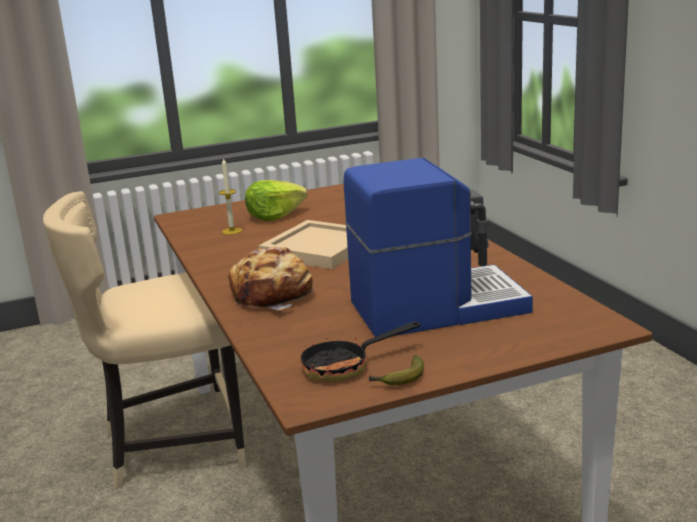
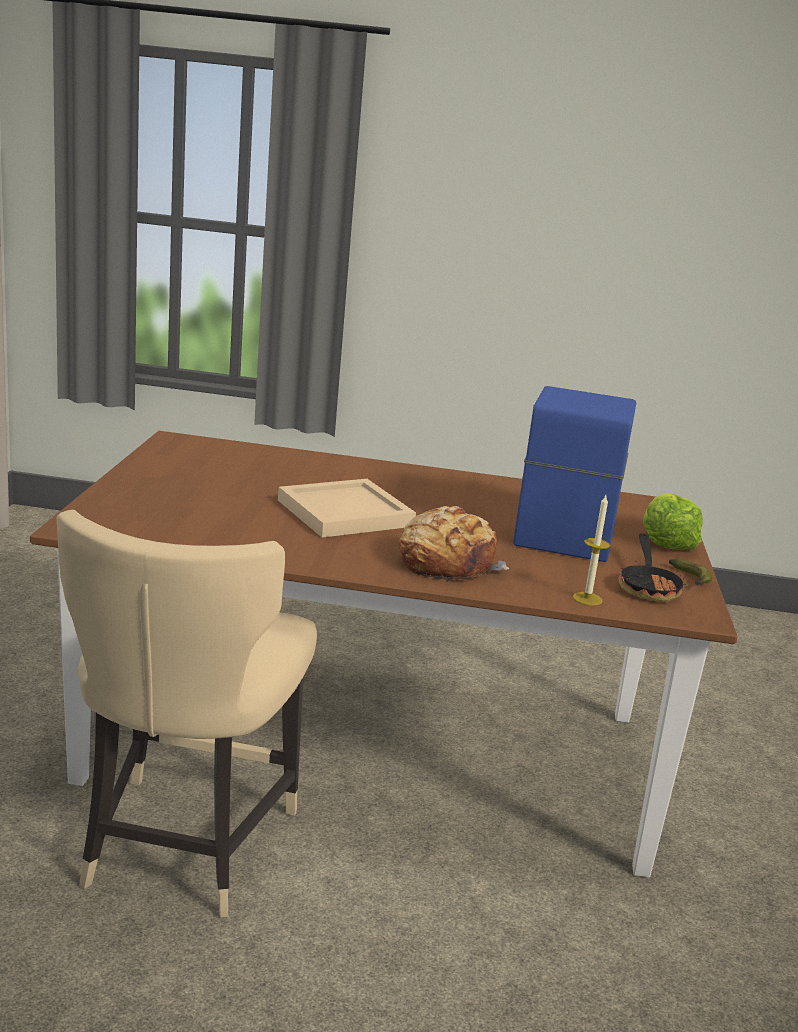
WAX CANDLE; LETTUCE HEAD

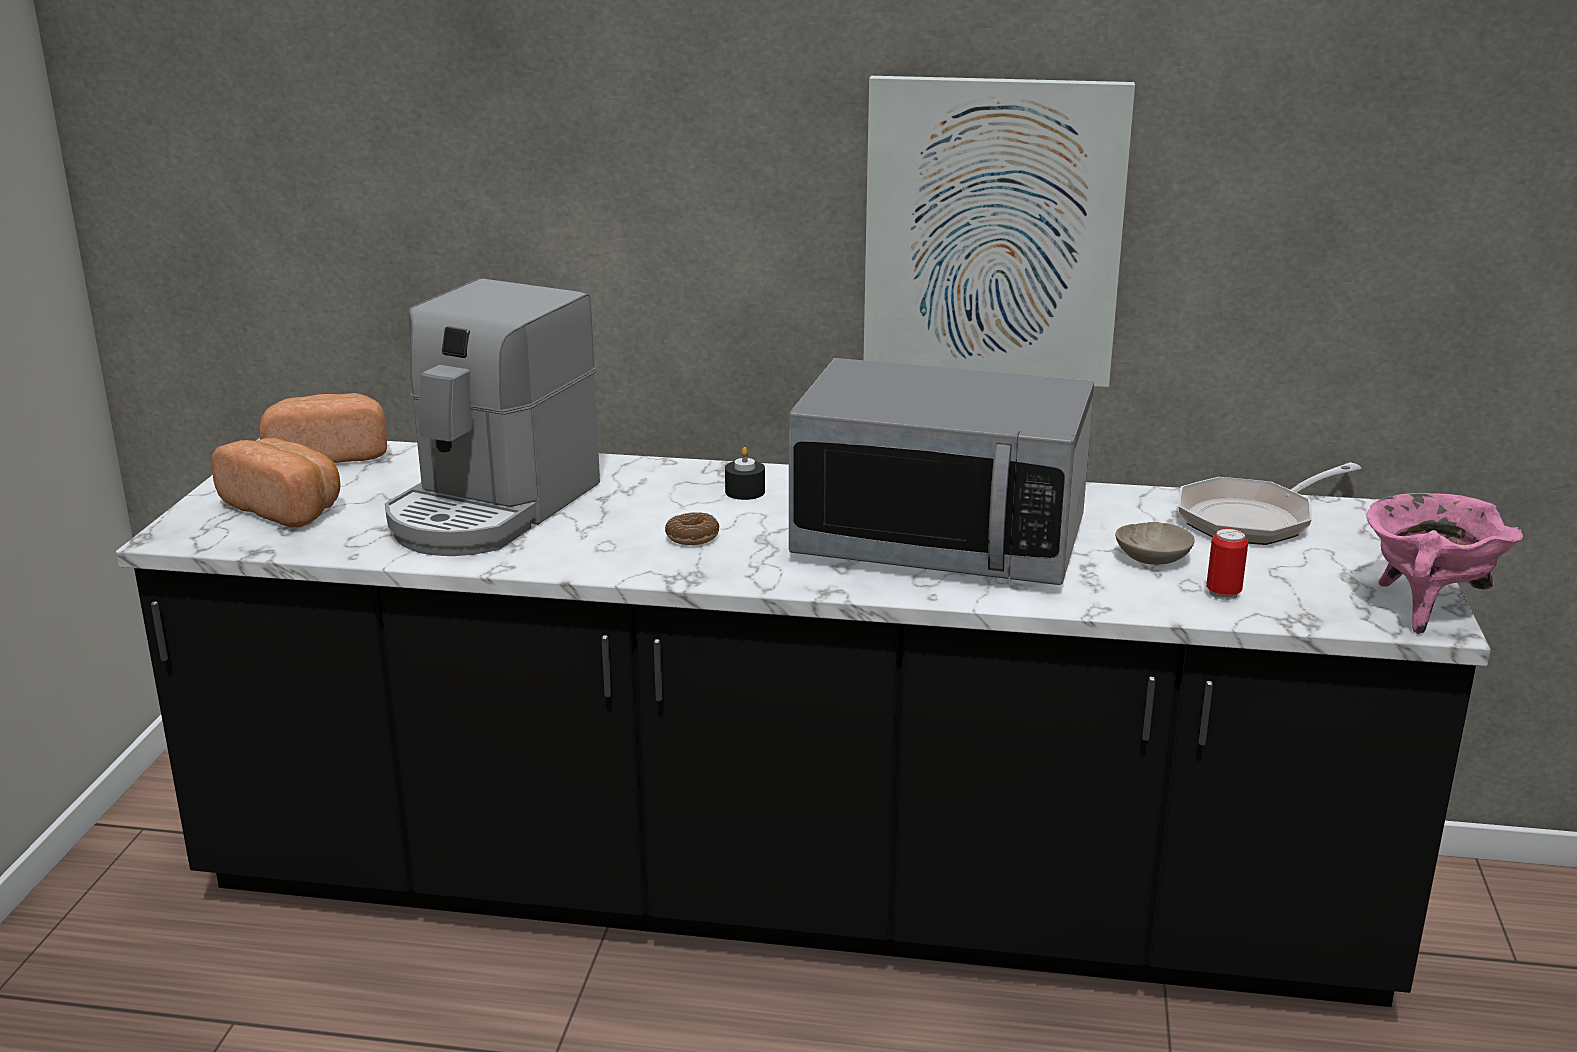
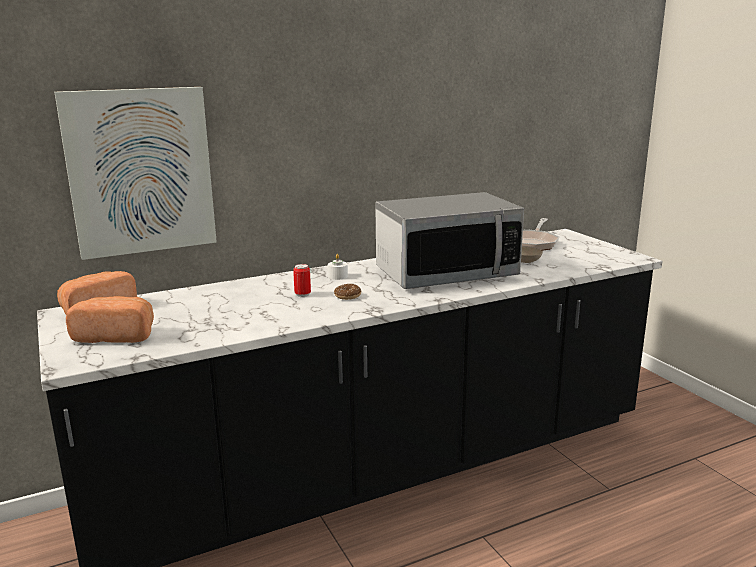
WALL ART; METAL CAN; WHITISH WAX CANDLE; COFFEE MACHINE; PINK-COLOURED STOCKPOT

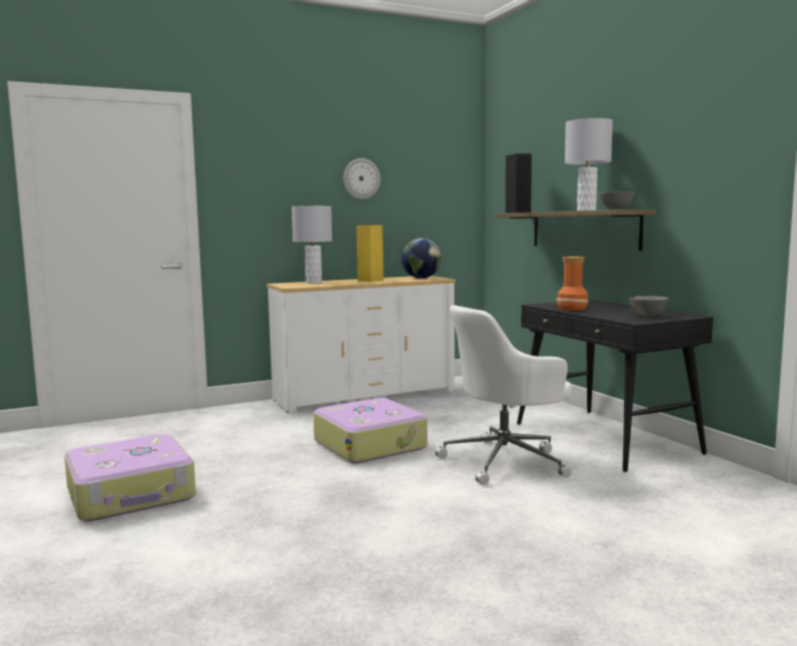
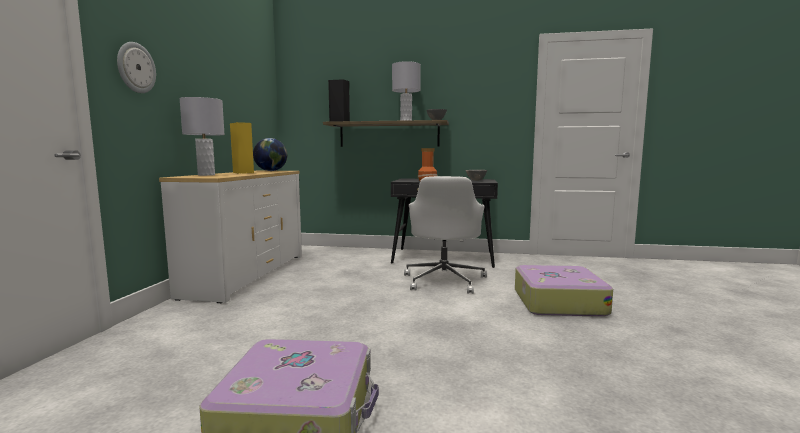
HANGING CLOCK; PIECE OF LUGGAGE (no. 2 from left)

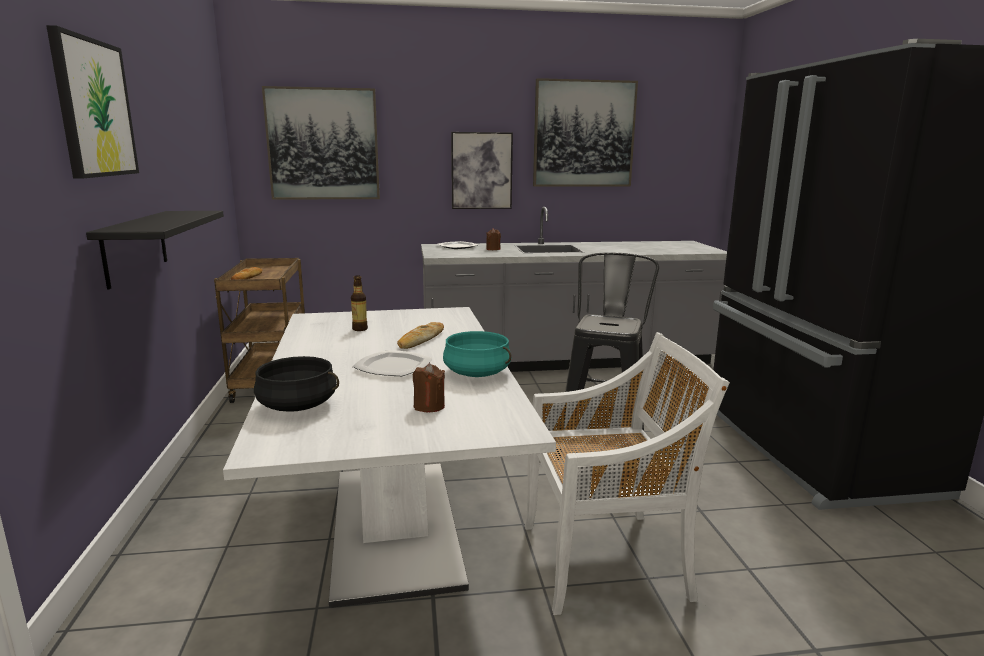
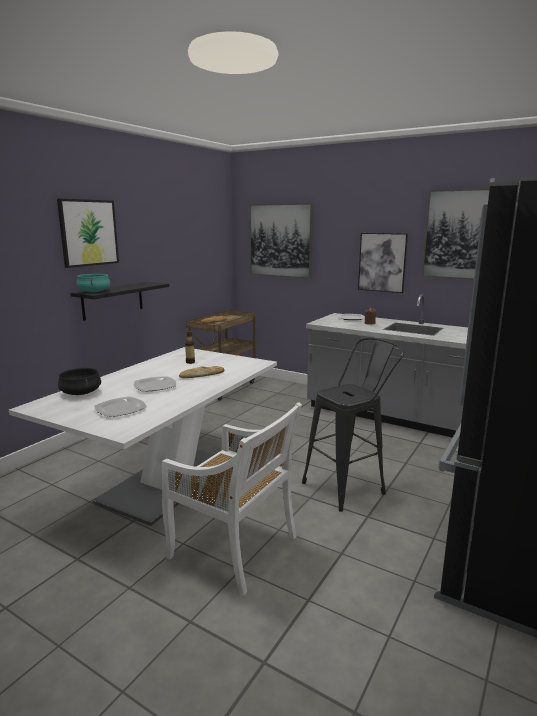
TURQUOISE STOCKPOT; DINNER PLATE (no. 1 from left)

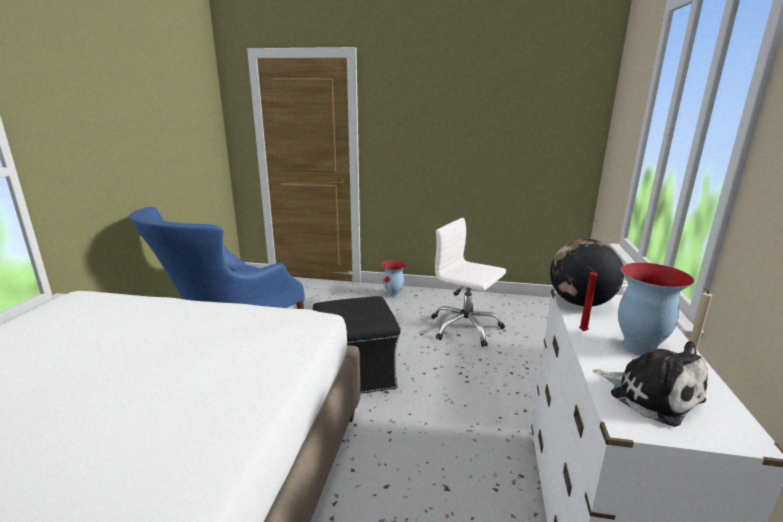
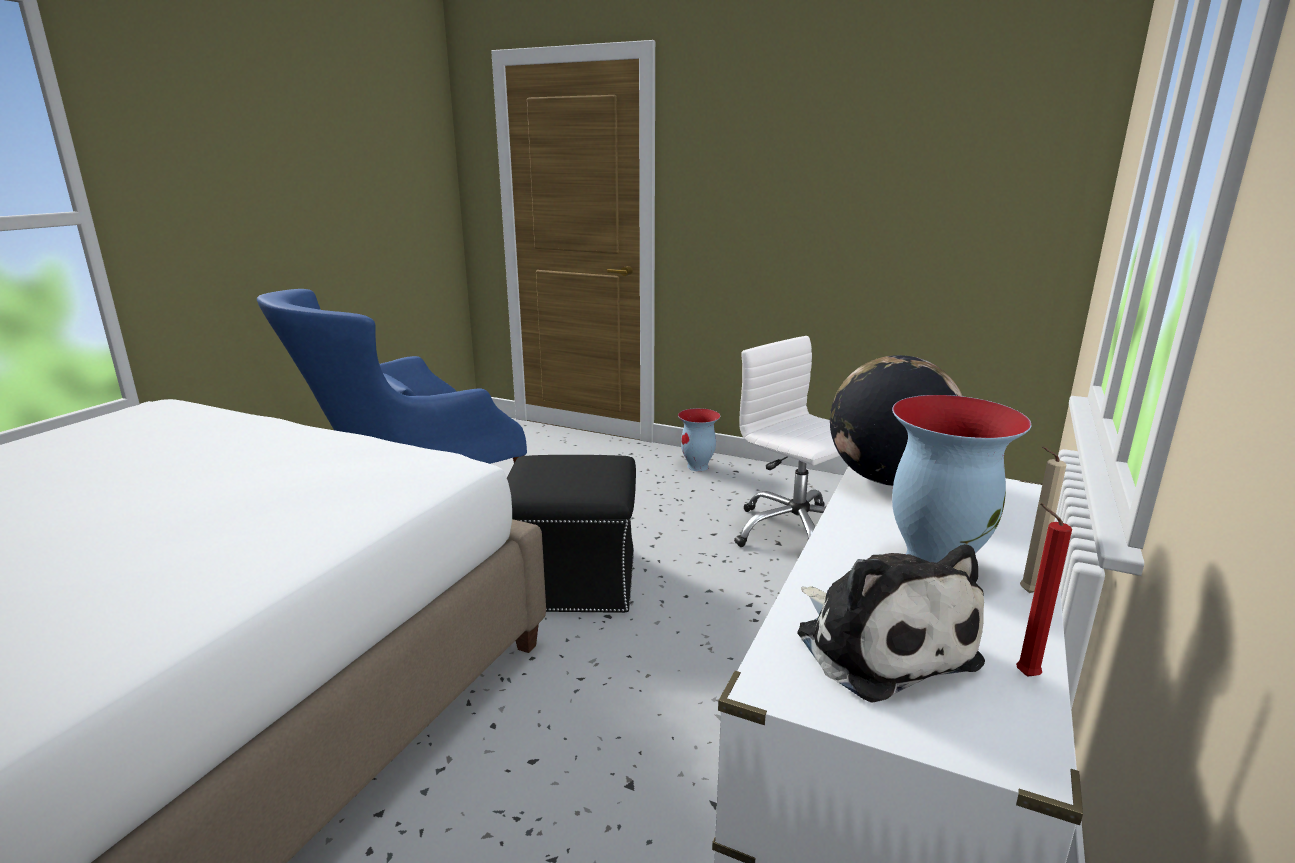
RED WAX CANDLE

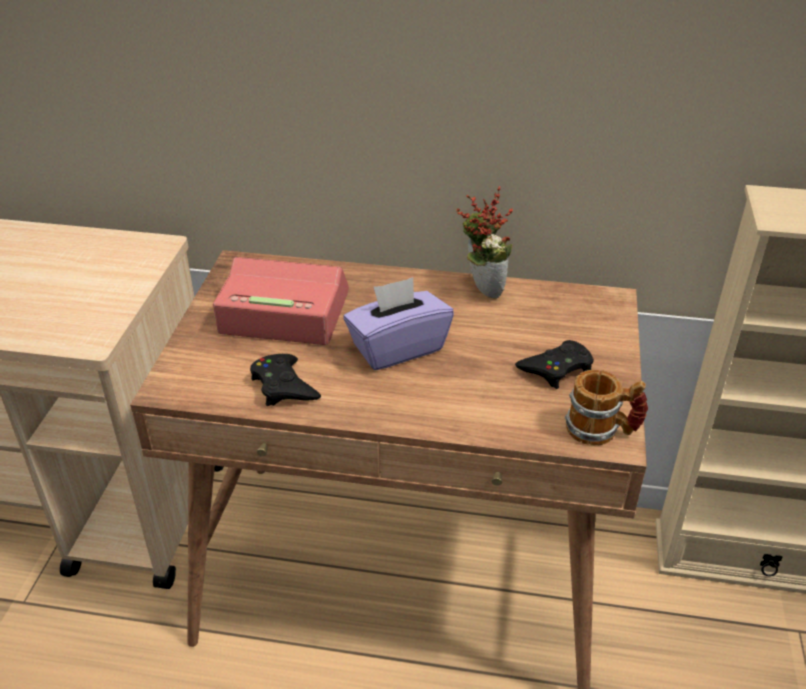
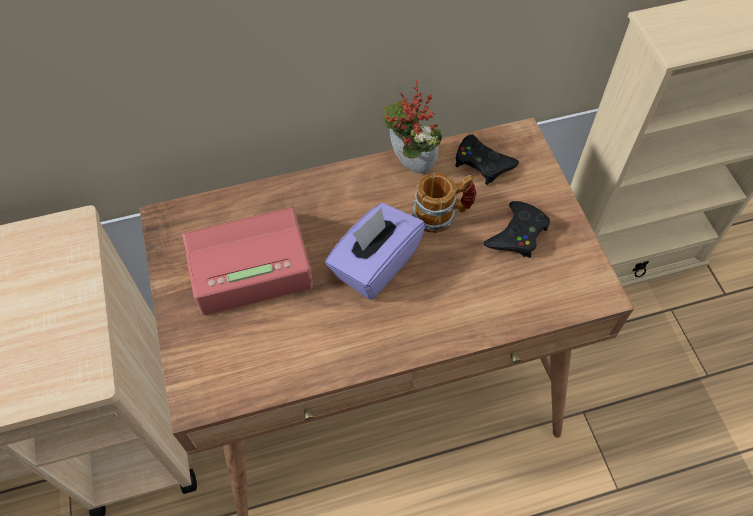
MUG; BLACK-COLOURED GAME CONTROLLER (no. 1 from left)

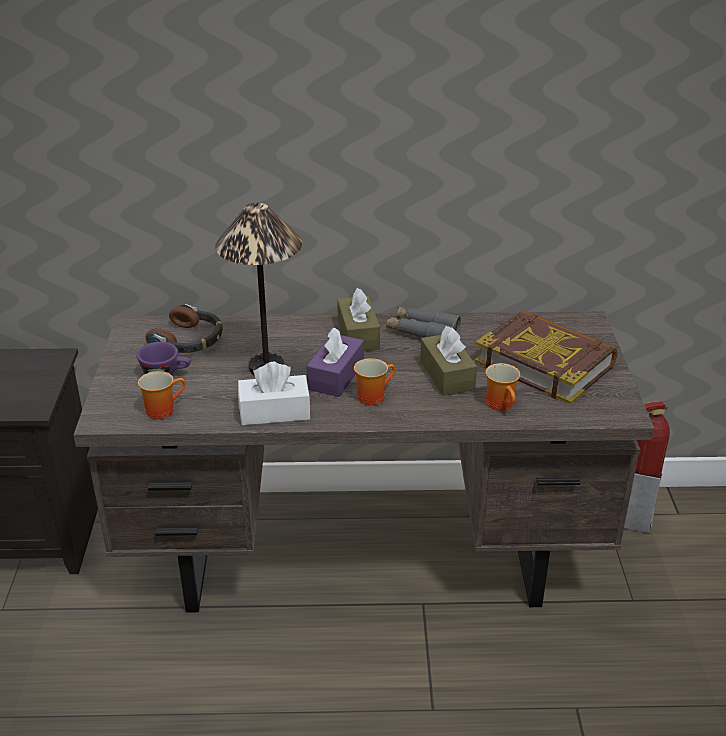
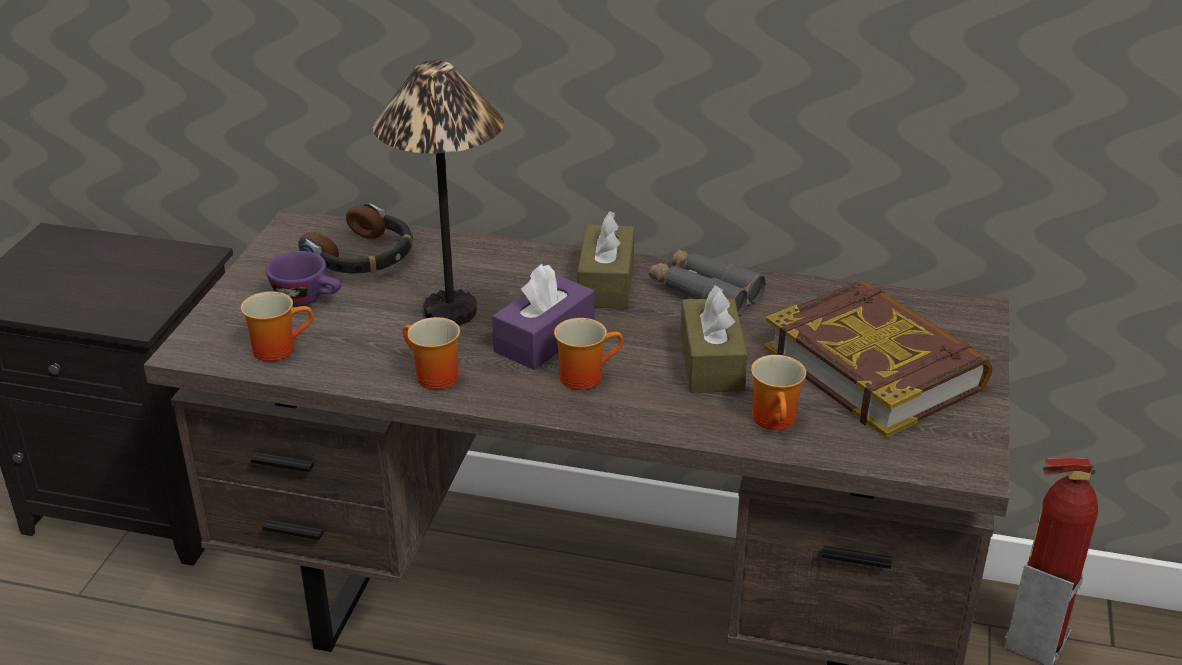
MUG (no. 2 from left)

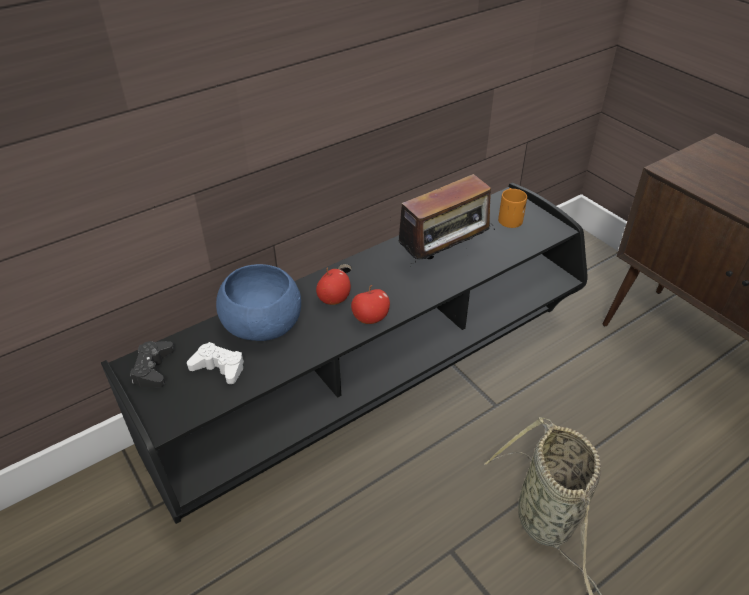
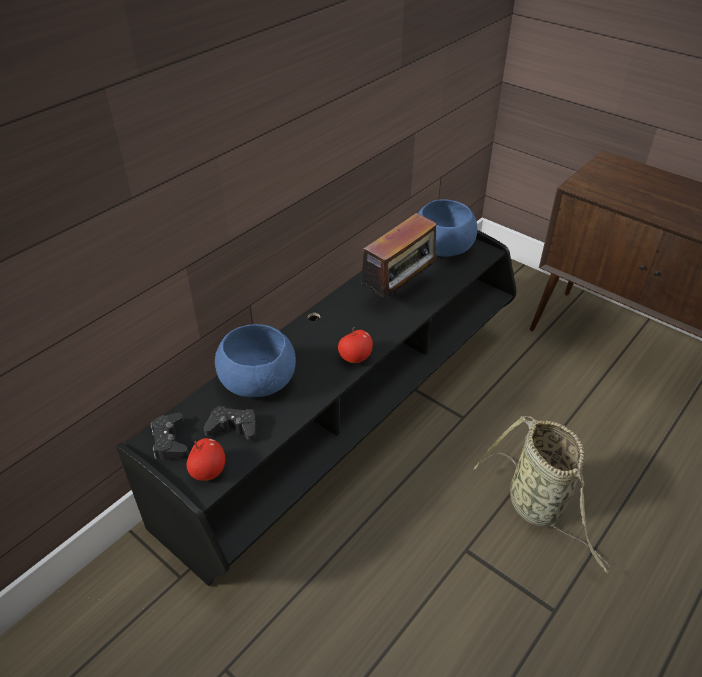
APPLE (no. 1 from left); BLACK-COLOURED GAME CONTROLLER (no. 2 from left); BLUE BOWL (no. 2 from left)

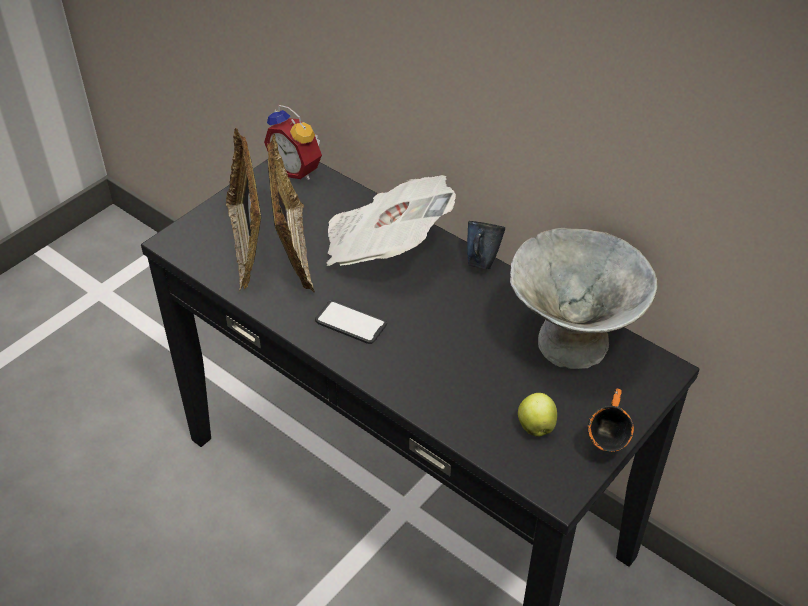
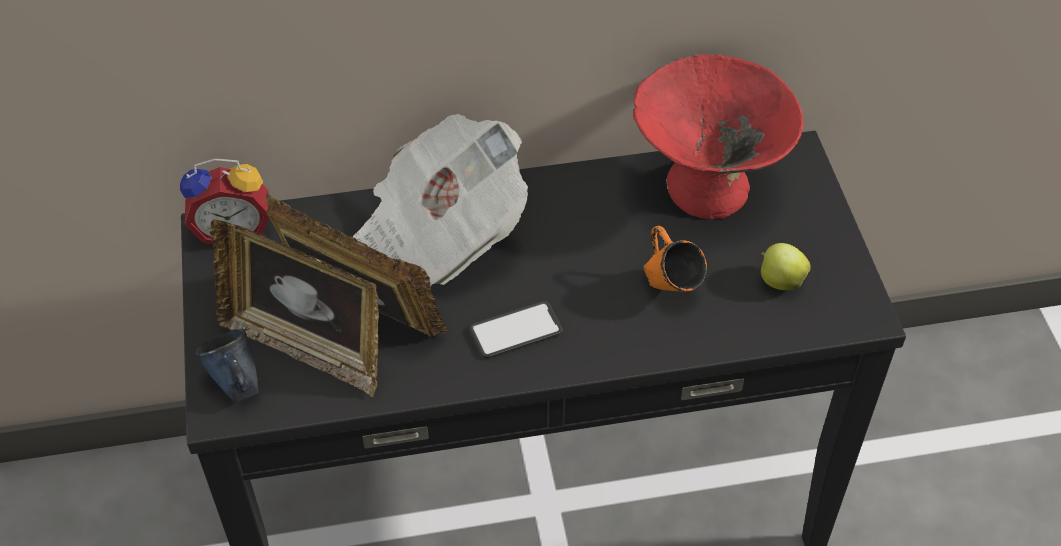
BLUE MUG; RED BOWL; ORANGE-COLOURED MUG

